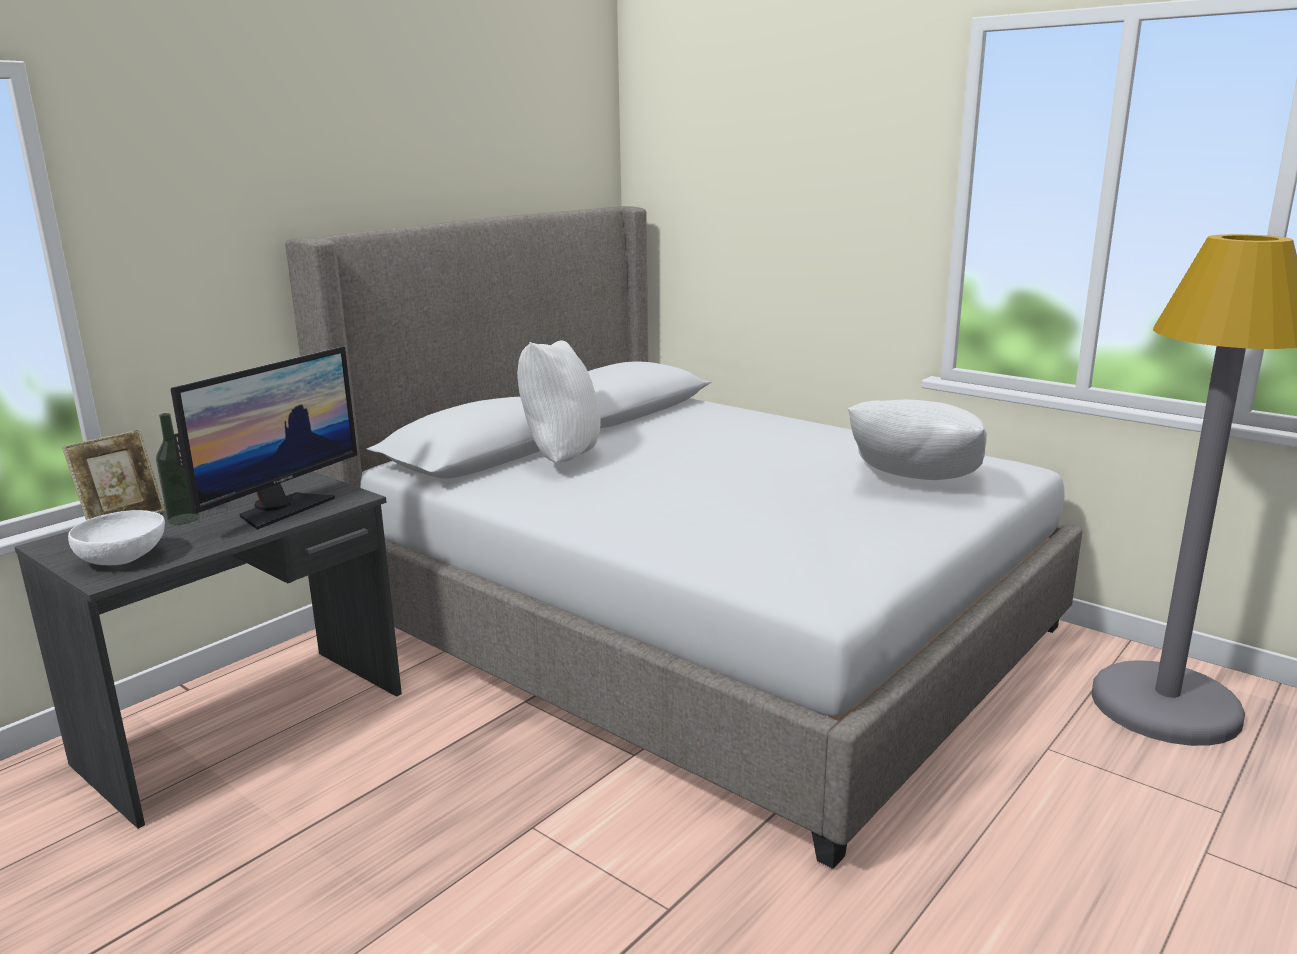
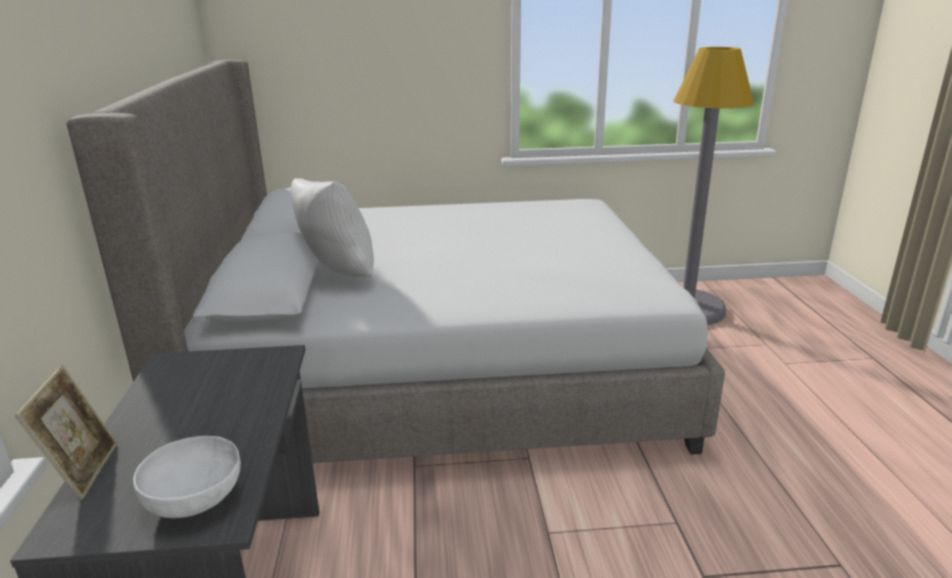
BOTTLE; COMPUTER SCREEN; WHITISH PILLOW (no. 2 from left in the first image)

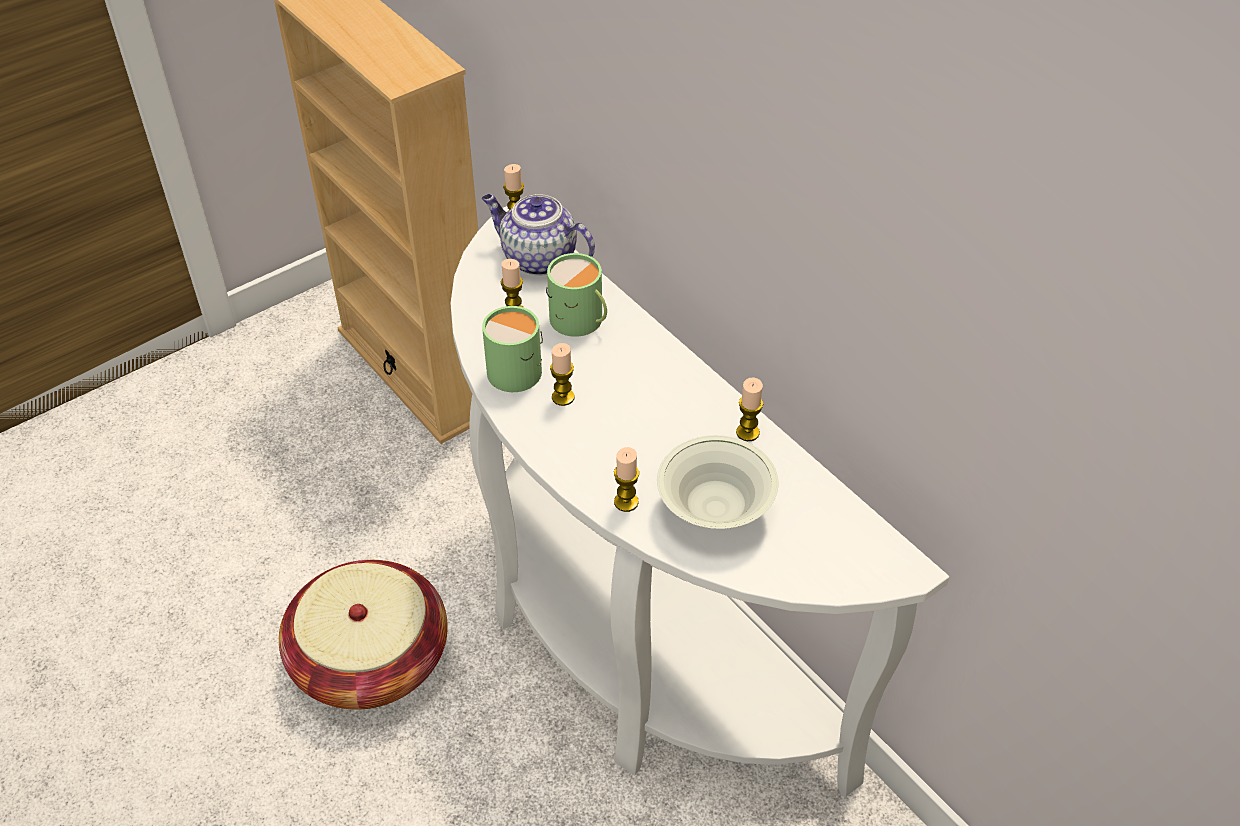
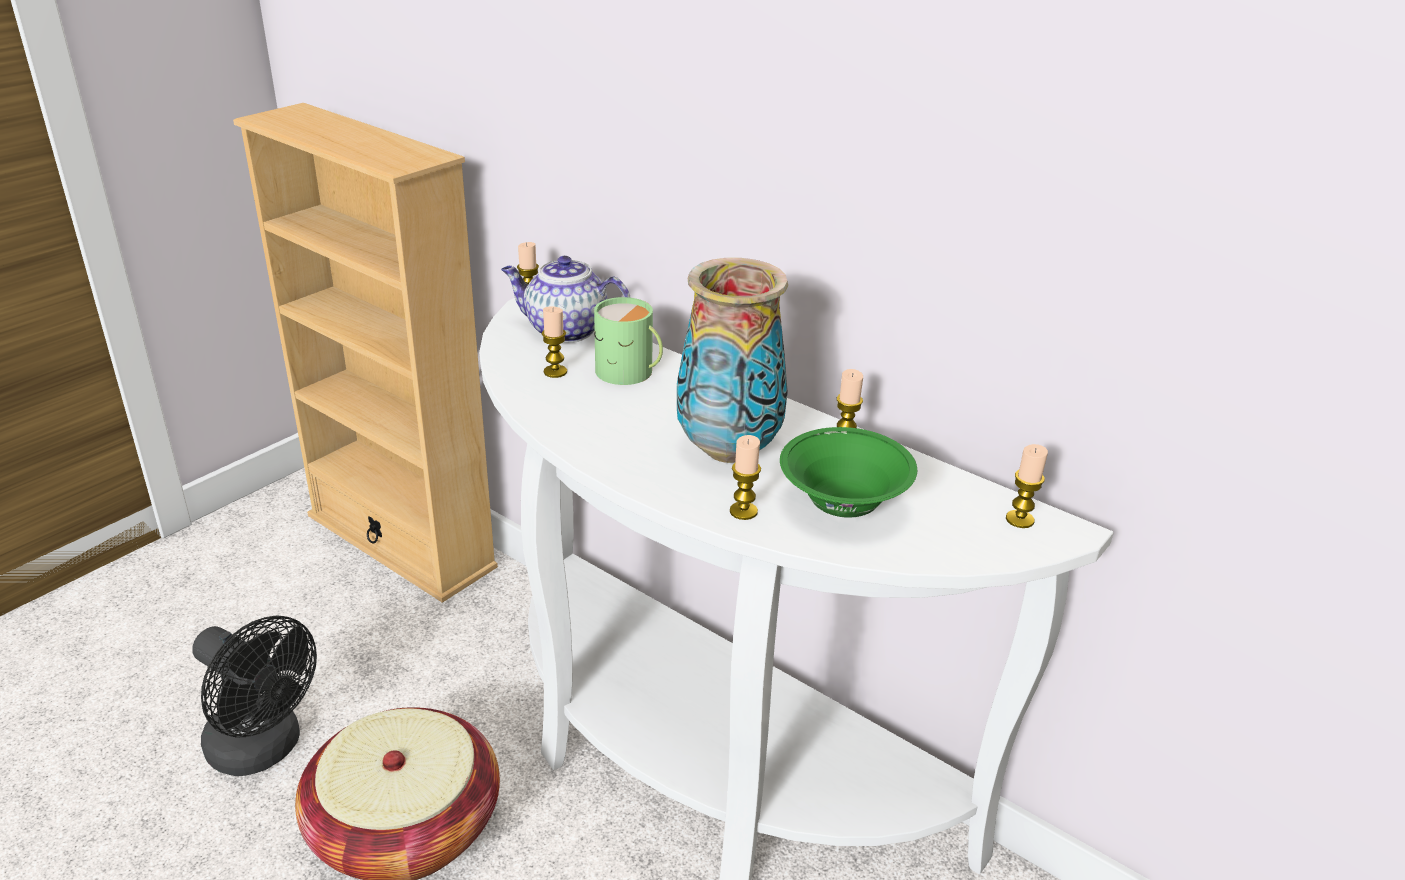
BLACK-COLOURED FAN; FLOWER VASE; GREEN BOWL; WAX CANDLE (no. 5 from left); GREEN MUG (no. 1 from left in the first image)

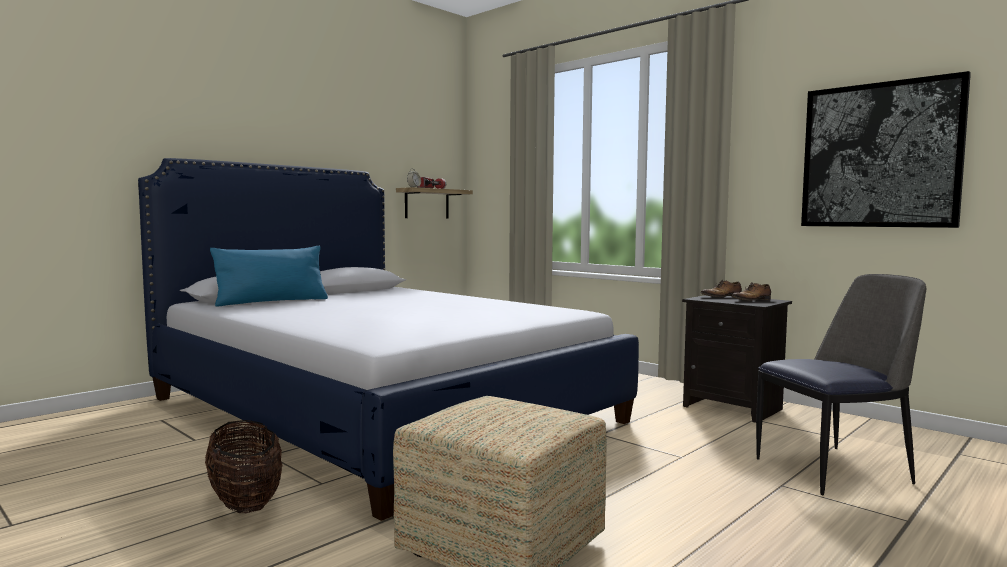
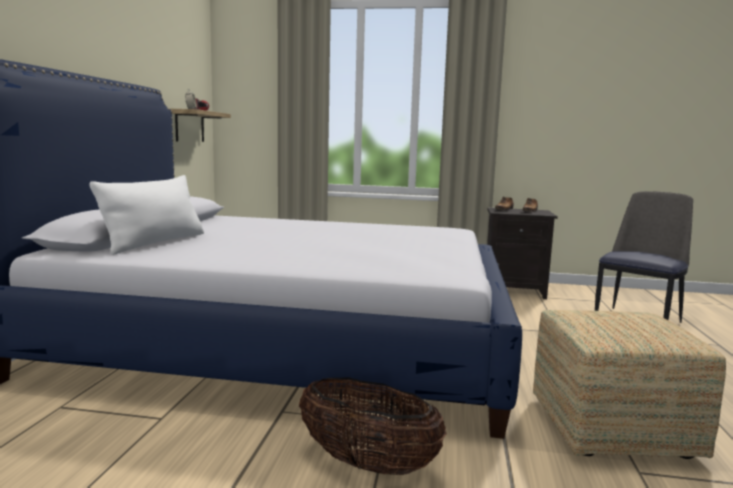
WHITISH PILLOW; WALL ART

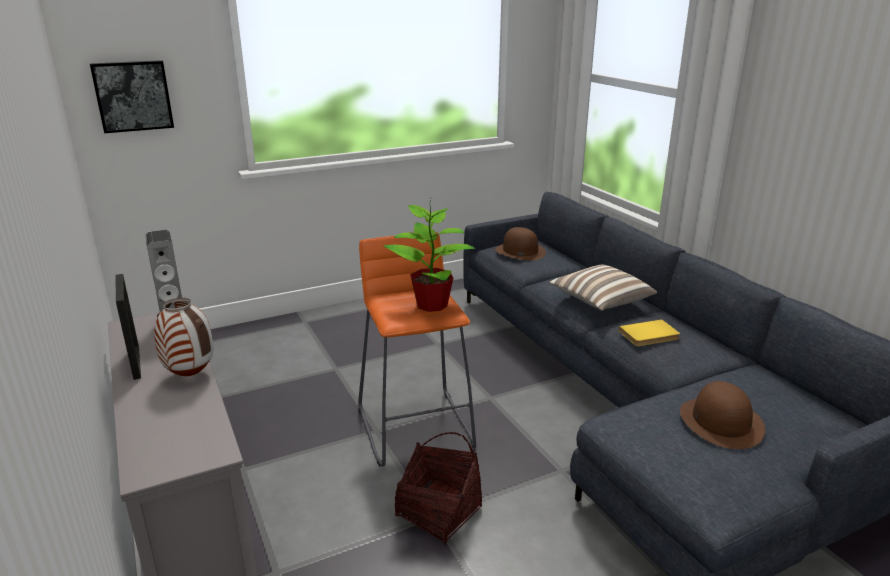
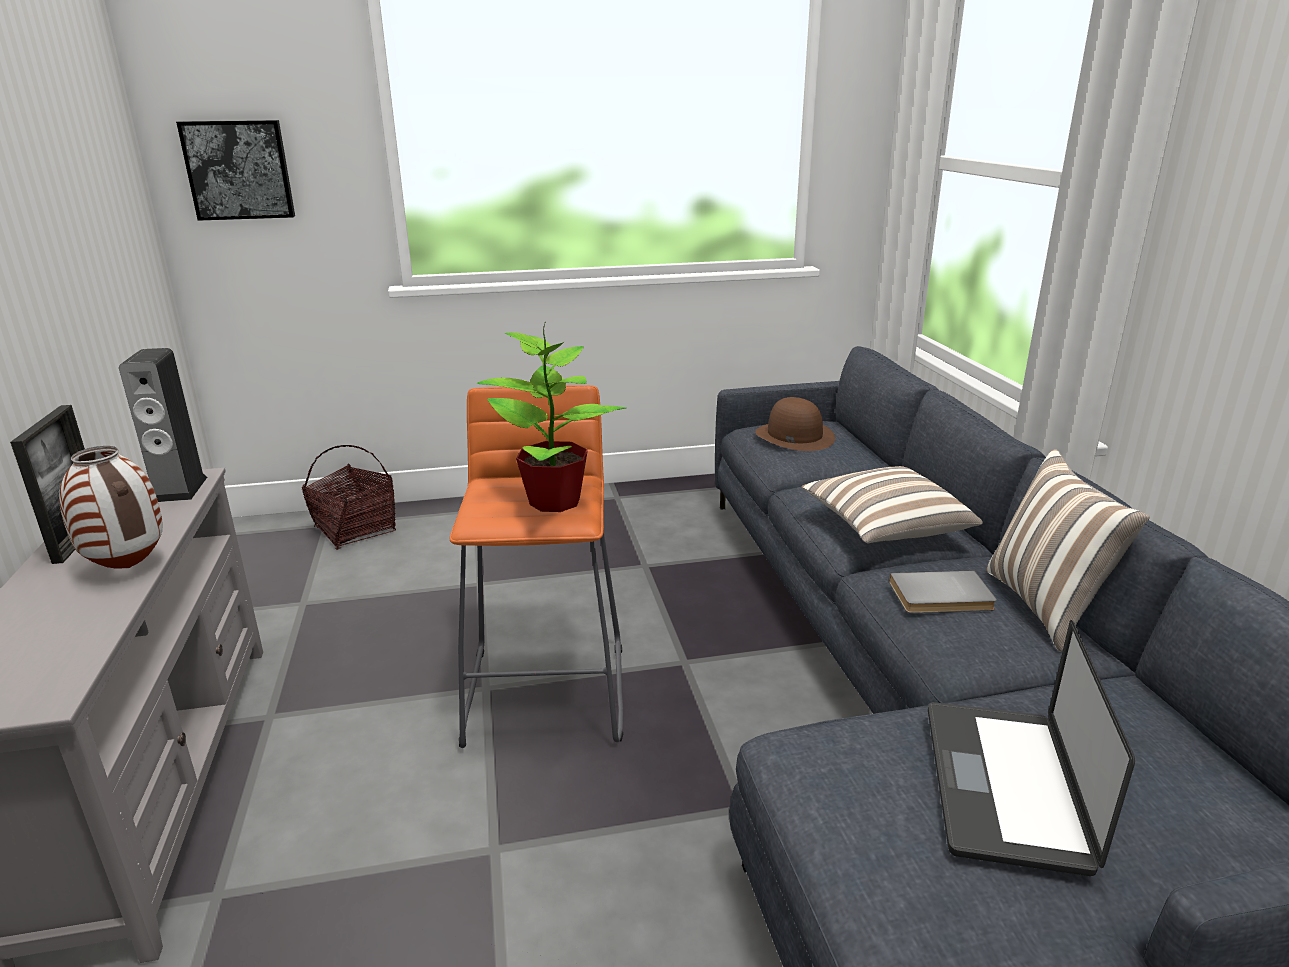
HOUSEHOLD BASKET; GREYISH BOUND BOOK; PORTABLE COMPUTER; PILLOW (no. 2 from left)

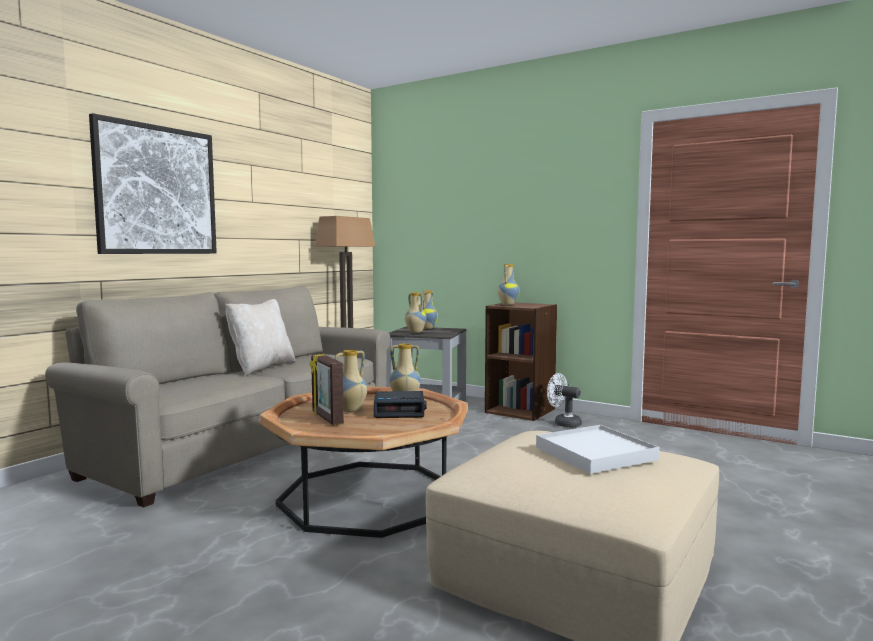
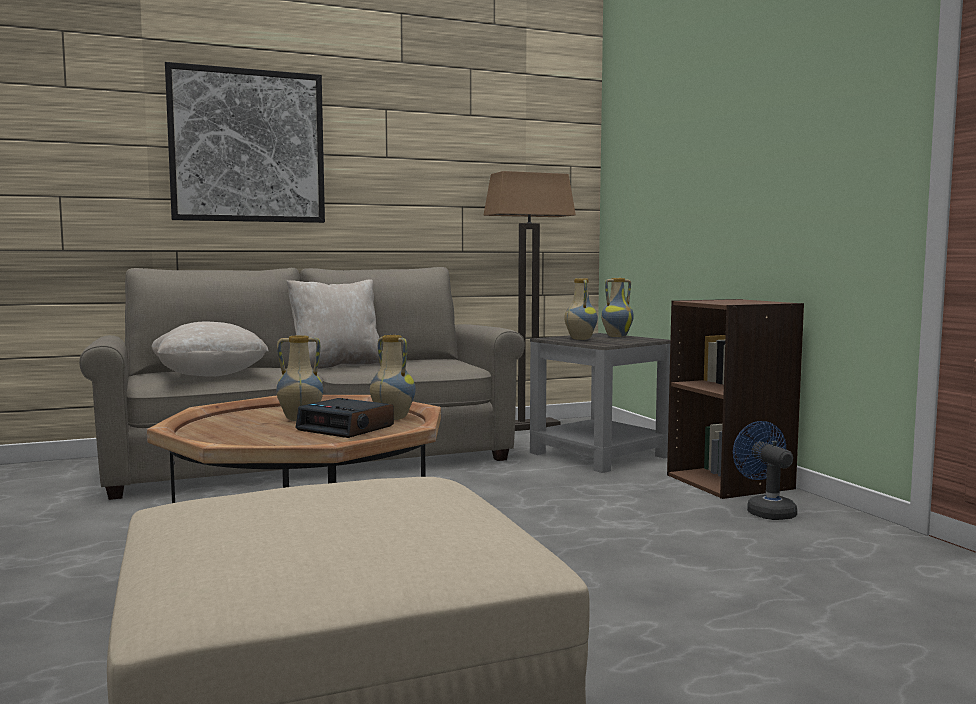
BEIGE PILLOW (no. 1 from left); BLUE FAN; STANDING FRAME; FLOWER VASE (no. 5 from left in the first image); WHITISH TRAY

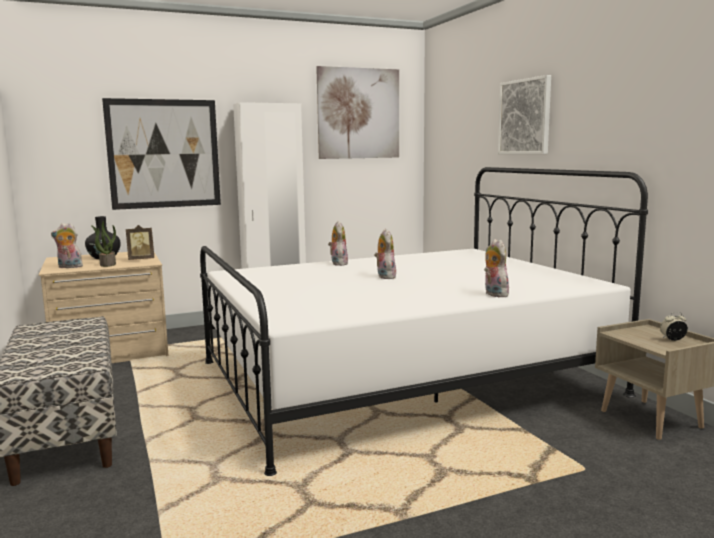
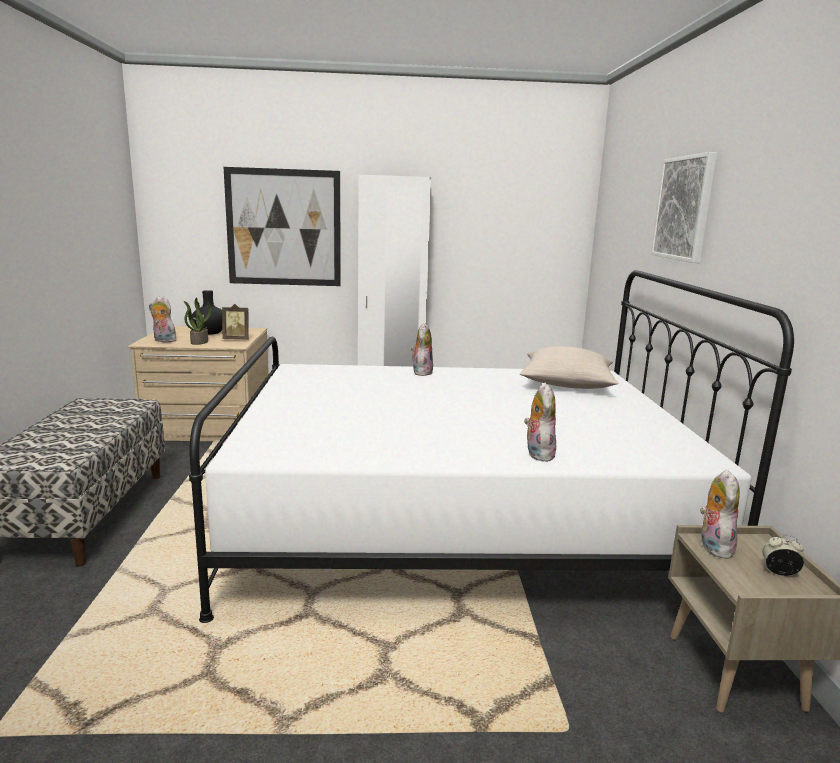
BEIGE PILLOW; SOFT TOY (no. 4 from left); WALL ART (no. 2 from left in the first image)

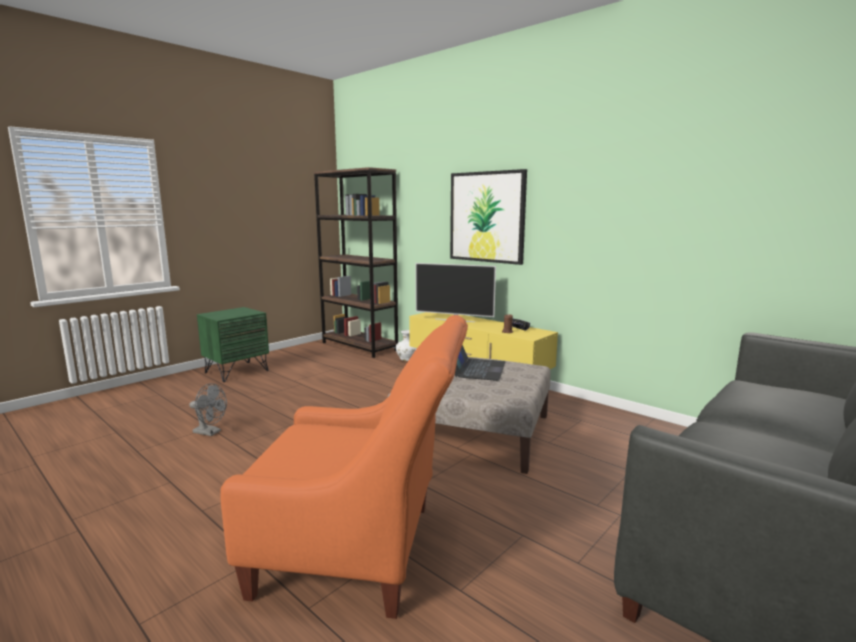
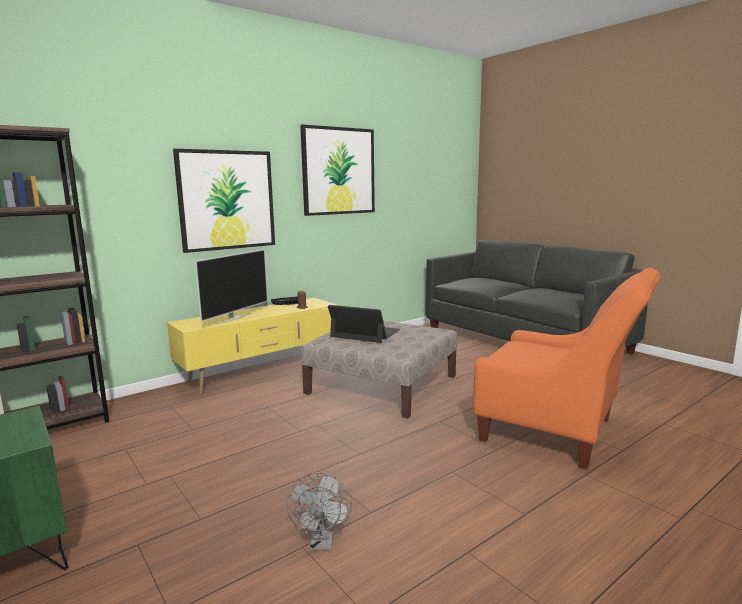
GREYISH FAN; WALL ART (no. 2 from left); ORANGE-COLOURED LOUNGE CHAIR; WHITISH FLOWER VASE

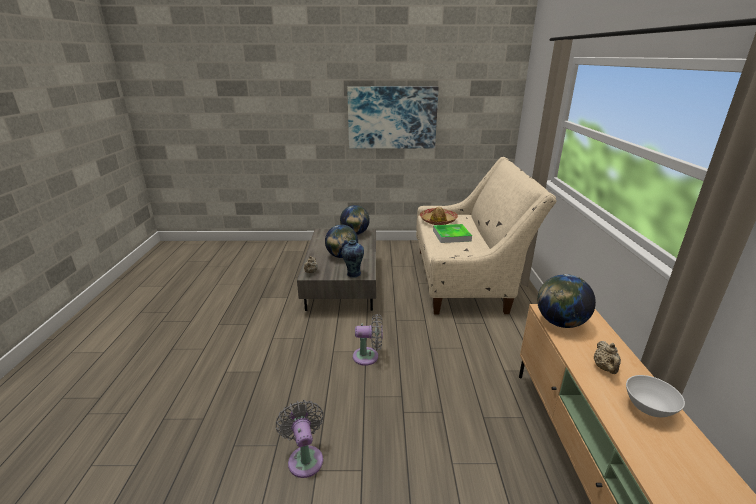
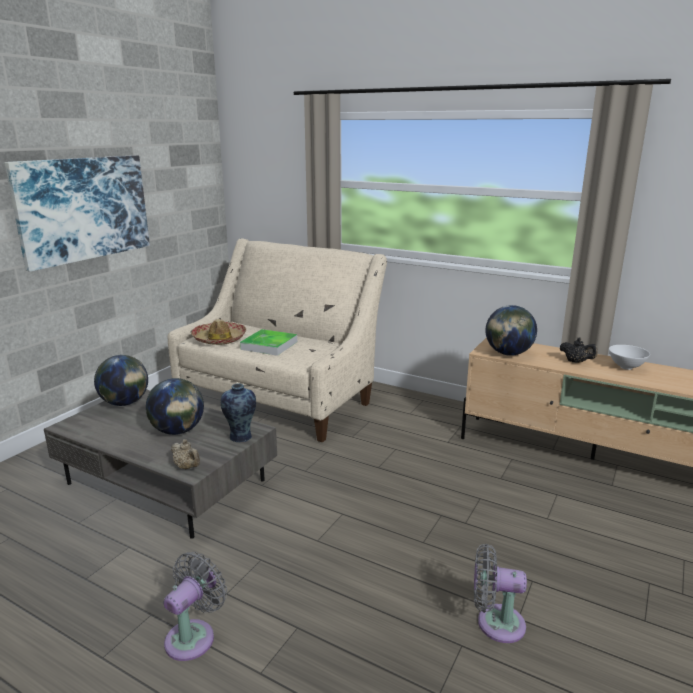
GREYISH FAN (no. 1 from left); BLACK-COLOURED POT FOR TEA

